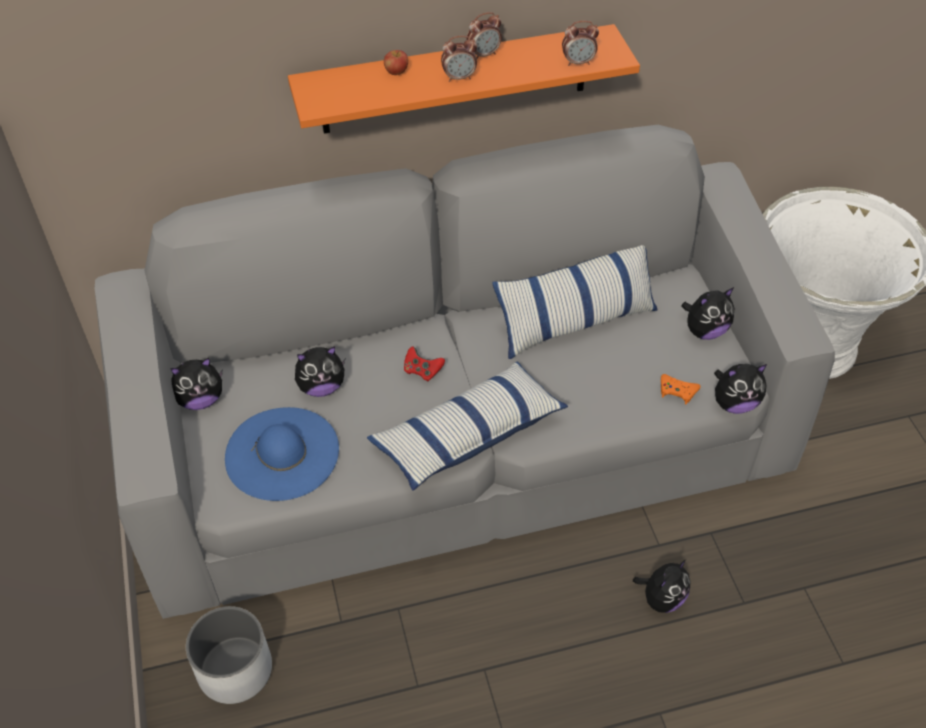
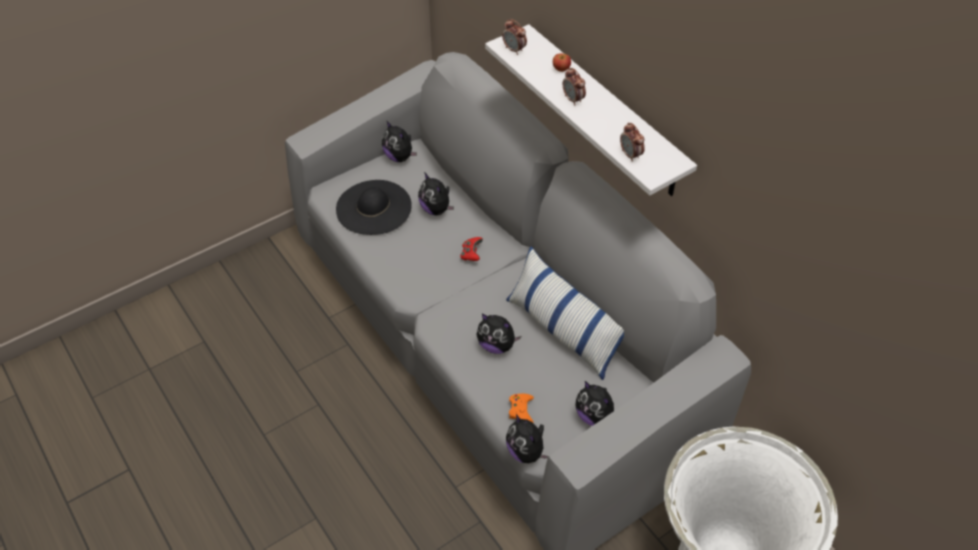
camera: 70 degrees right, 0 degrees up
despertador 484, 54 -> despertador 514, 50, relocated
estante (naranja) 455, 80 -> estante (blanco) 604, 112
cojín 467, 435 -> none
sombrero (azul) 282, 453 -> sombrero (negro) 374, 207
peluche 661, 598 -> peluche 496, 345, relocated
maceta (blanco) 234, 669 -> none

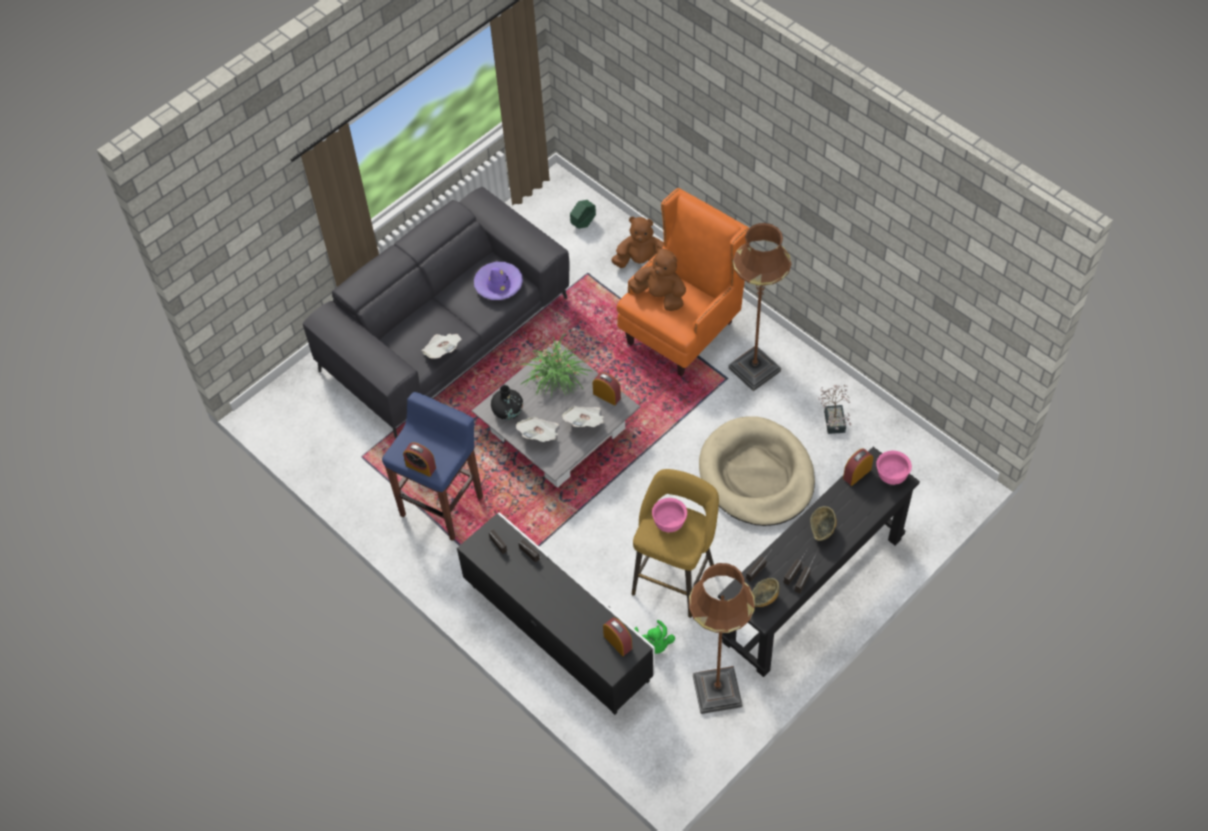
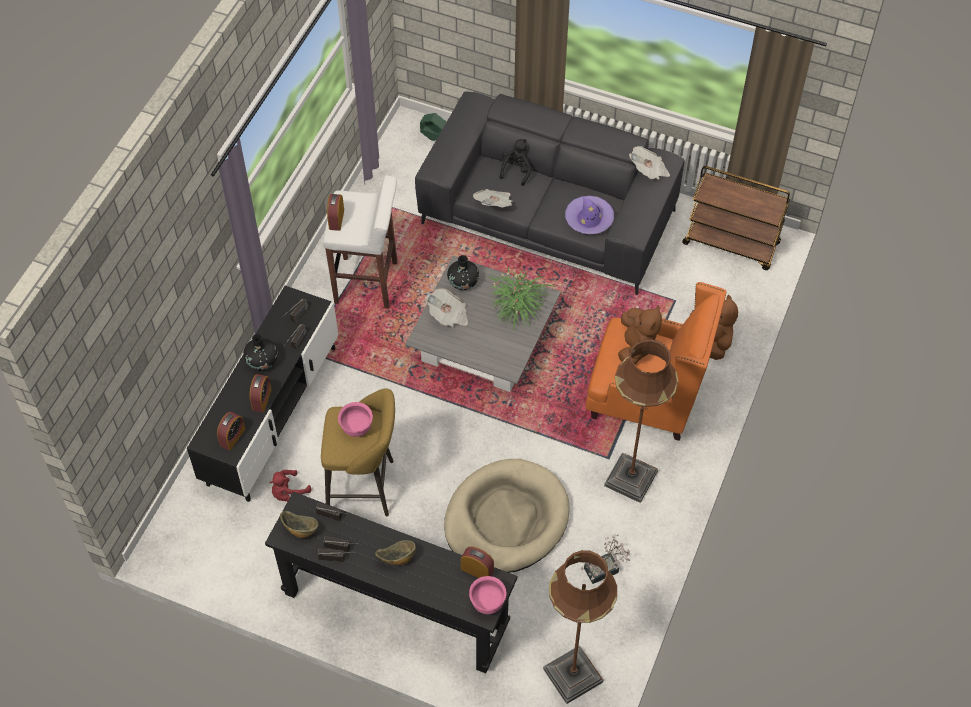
camera: 65 degrees right, 0 degrees up
maceta (verde) 583, 224 -> maceta (verde) 433, 137, relocated
despertador 607, 396 -> despertador 262, 399, relocated
taburete (azul) 443, 505 -> taburete (blanco) 367, 283
periódico 585, 422 -> periódico 649, 171, relocated
lámpara de pie (marrón) 717, 691 -> lámpara de pie (marrón) 572, 675, relocated
peluche (verde) 654, 643 -> peluche (rojo) 288, 493
none -> peluche (negro) 516, 170
none -> carrito (marrón) 732, 244
none -> florero (negro) 262, 361

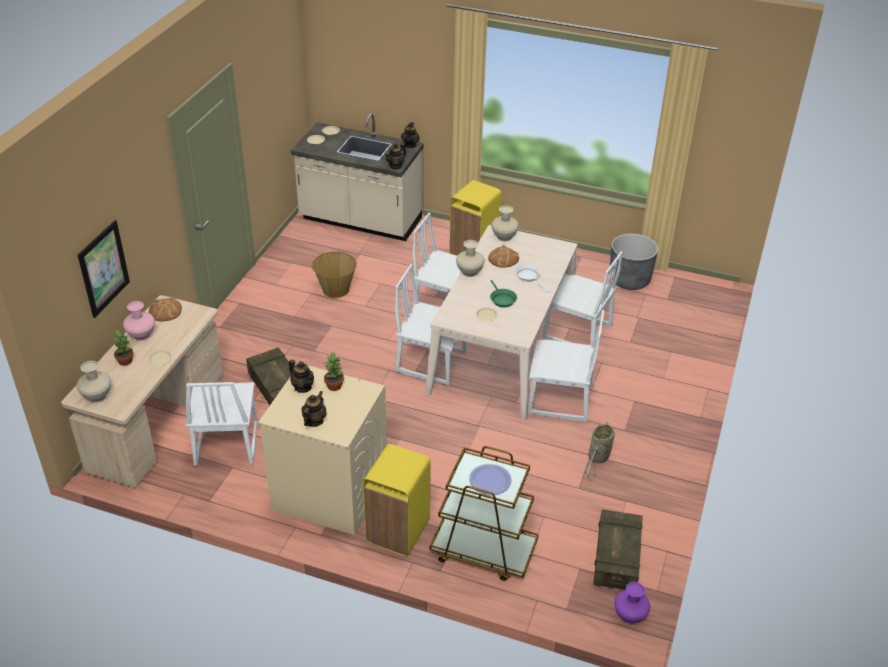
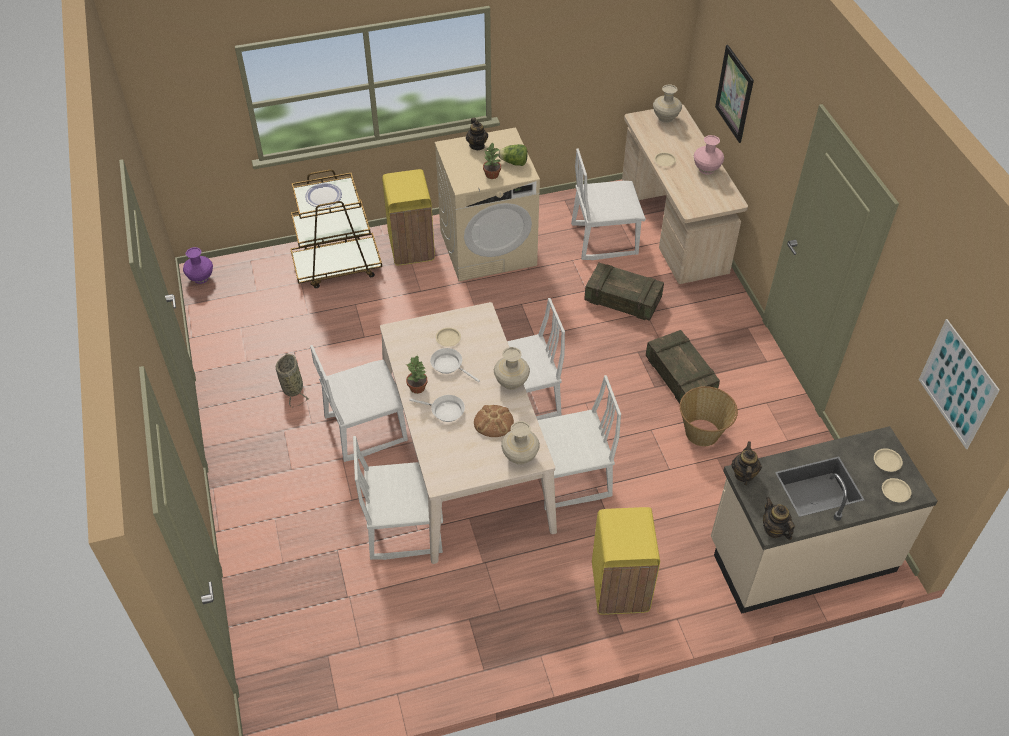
camera: 145 degrees right, 10 degrees up
maceta (gris) 629, 280 -> none
sartén (verde) 502, 299 -> sartén (blanco) 449, 366
pan 165, 311 -> none
planta en maceta 125, 361 -> planta en maceta 418, 387, relocated
tetera 303, 387 -> lechuga 514, 163
silla (blanco) 225, 444 -> silla (blanco) 604, 239, 60 degrees counterclockwise
caja de embalaje 616, 559 -> caja de embalaje 680, 376, relocated
none -> cuadro 957, 384

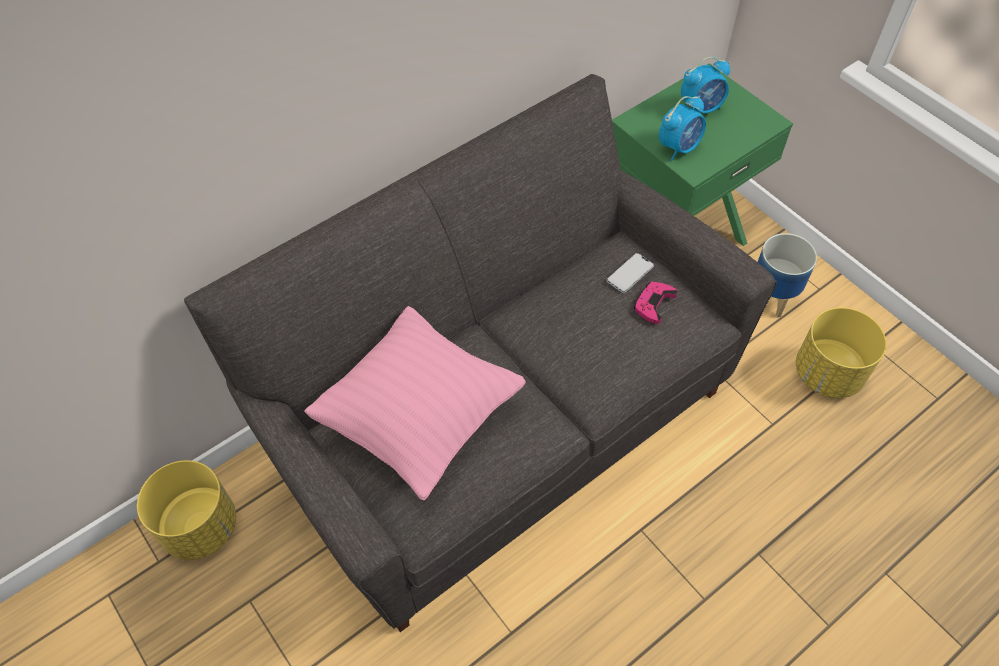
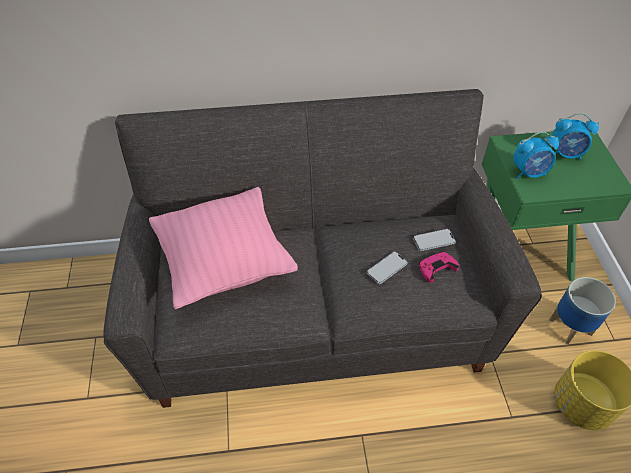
camera: 30 degrees right, 5 degrees down
maceta (amarillo) 200, 526 -> none
none -> móvil 387, 268

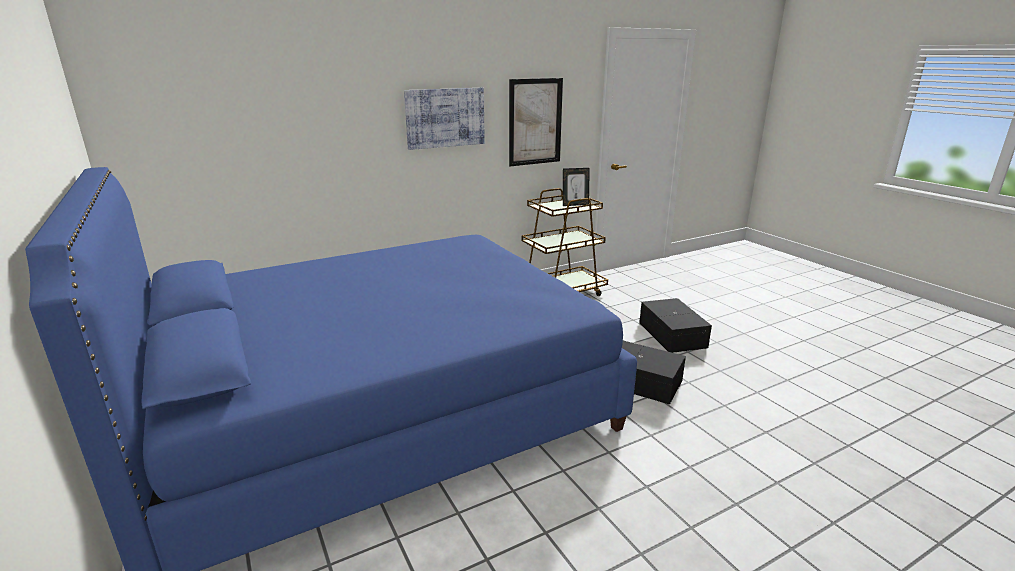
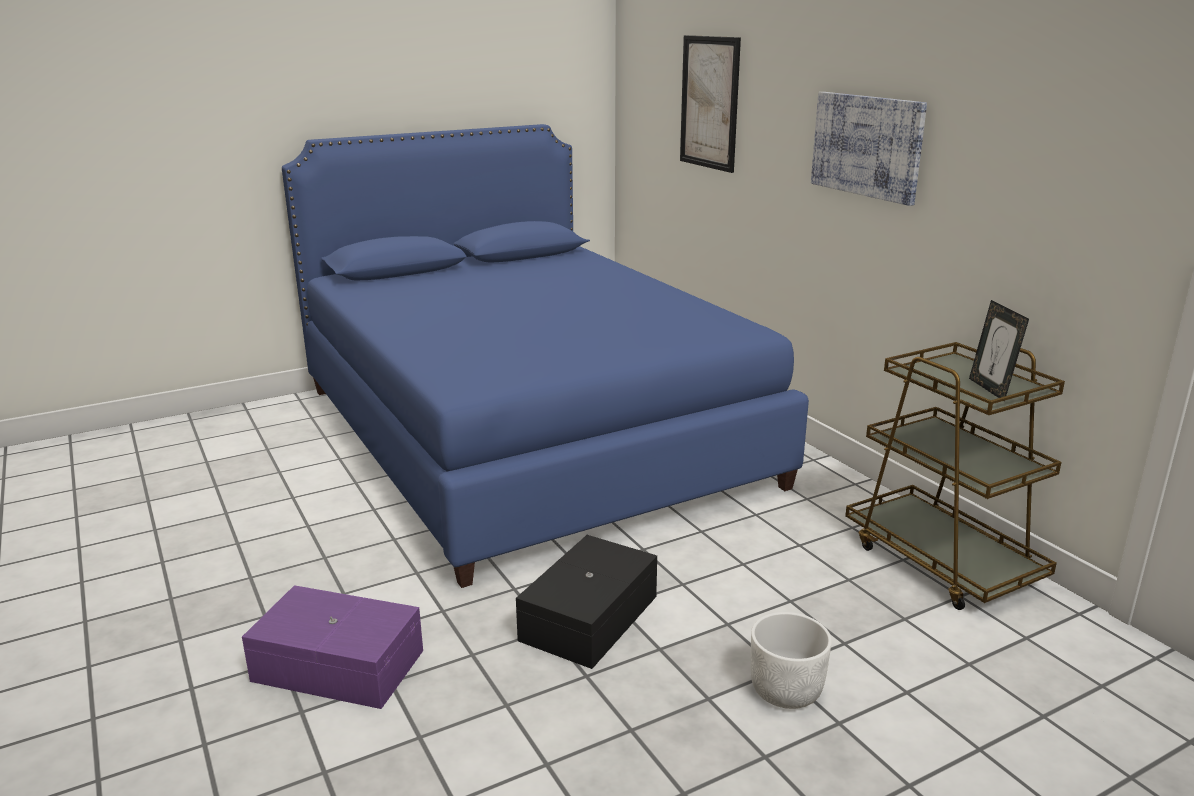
camera: 90 degrees right, 0 degrees up
cuadro 535, 122 -> cuadro 709, 103, relocated
caja de almacenaje (negro) 673, 334 -> maceta (blanco) 786, 691
none -> caja de almacenaje (morado) 338, 664

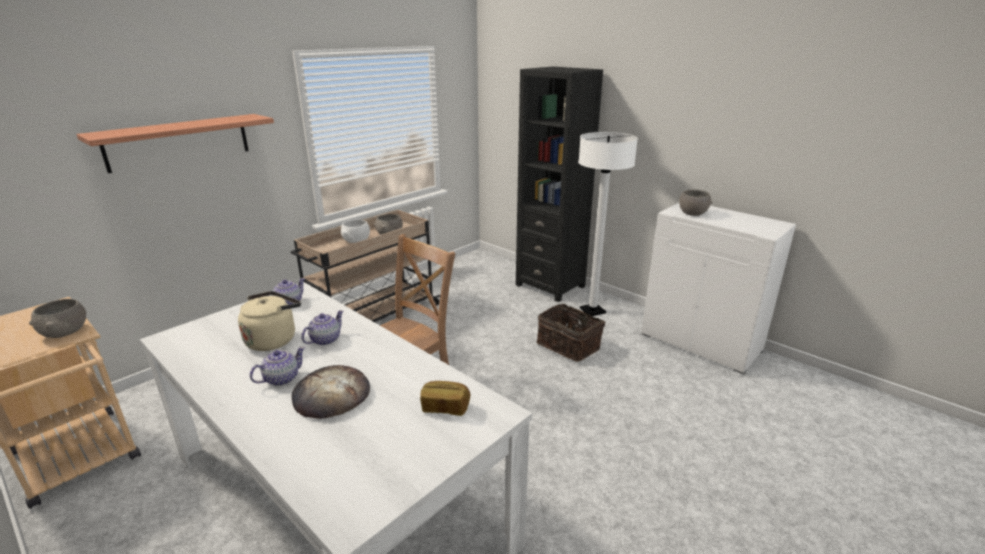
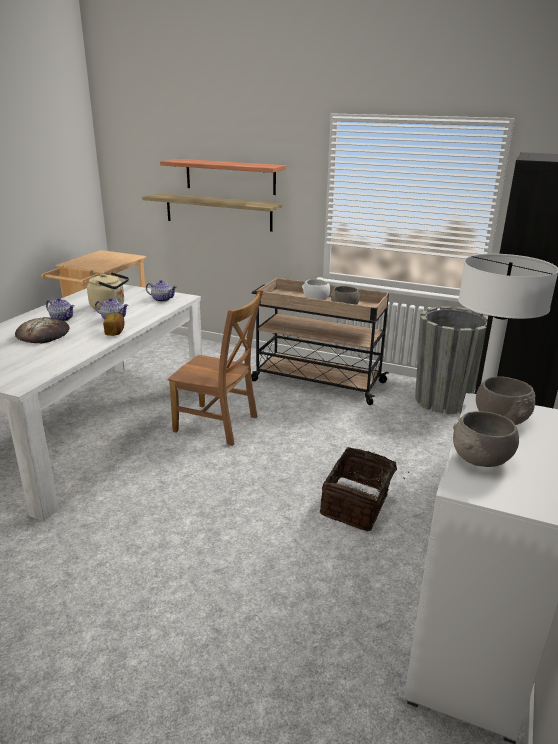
camera: 70 degrees right, 0 degrees up
cuenco (gris) 65, 332 -> cuenco (gris) 481, 459, relocated
pan 445, 407 -> pan 115, 331, relocated
none -> estante 218, 212
none -> maceta (gris) 443, 400

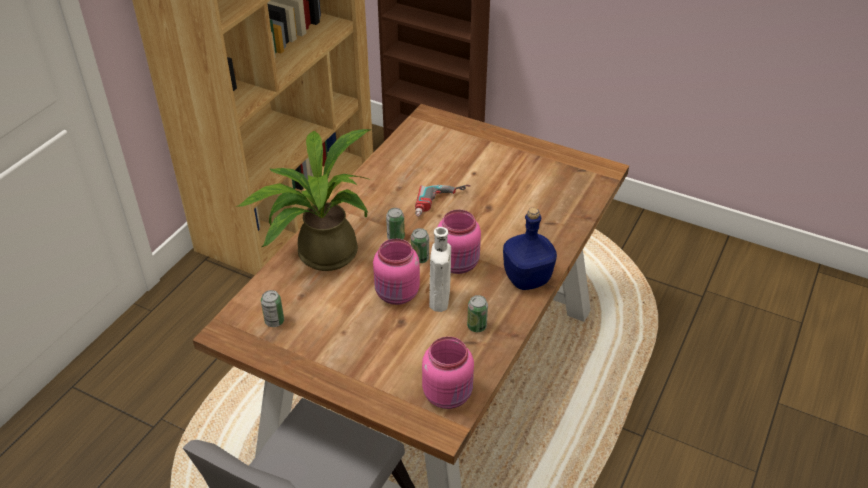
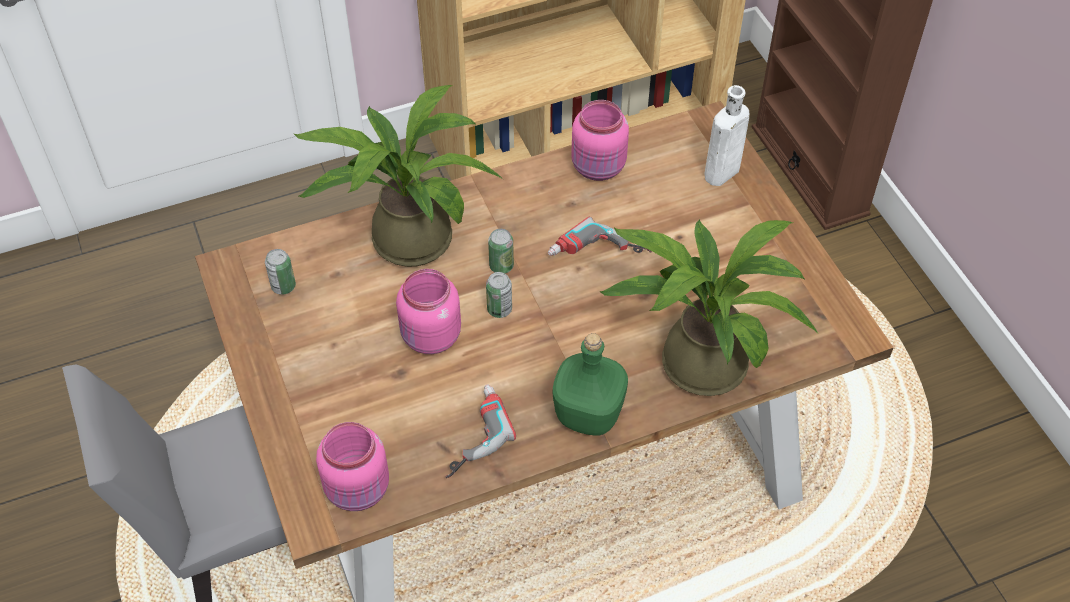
camera: 40 degrees right, 10 degrees up
botella (azul) 527, 278 -> botella (verde) 590, 415
tarro (rosa) 459, 264 -> tarro (rosa) 599, 168, relocated
botella (blanco) 439, 301 -> botella (blanco) 720, 174, relocated
lata 476, 326 -> taladro 470, 433
none -> planta en maceta 696, 357

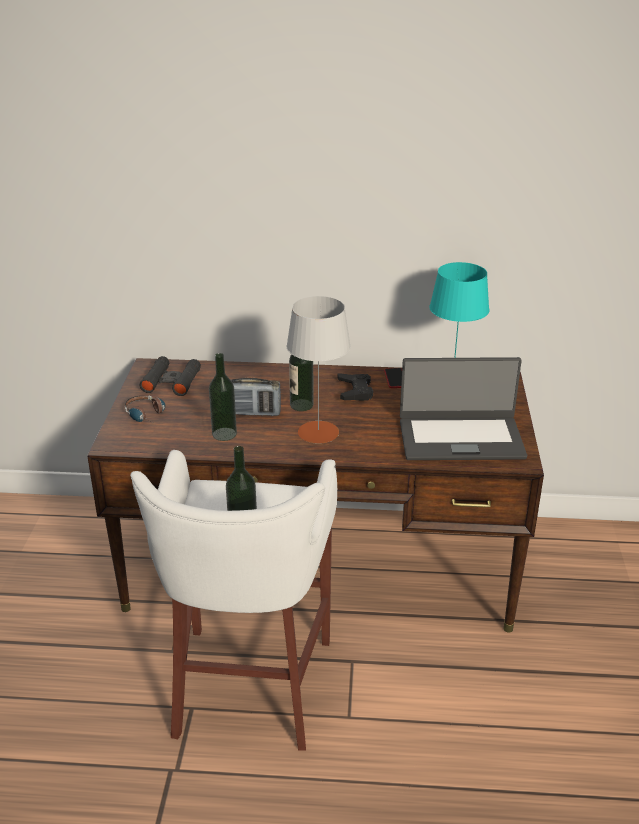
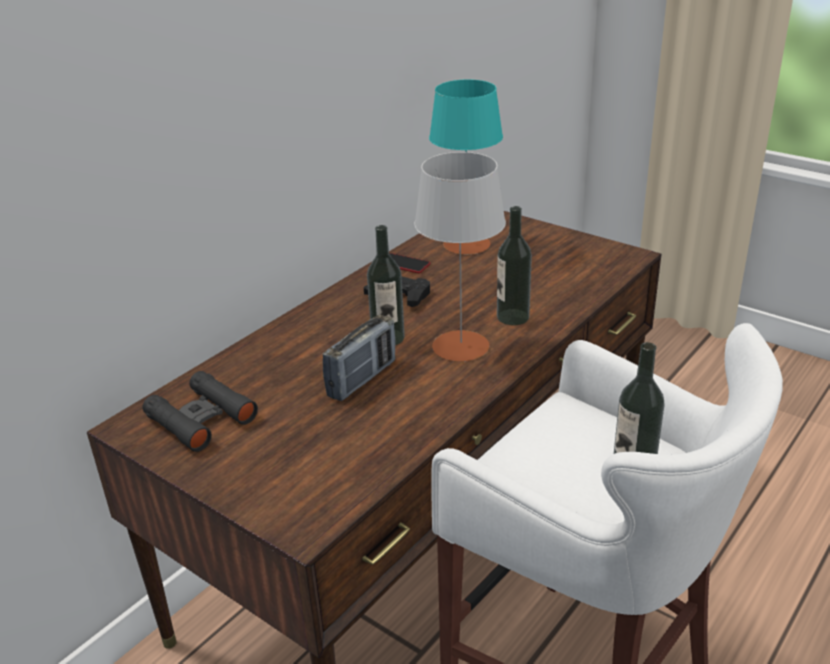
camera: 55 degrees left, 0 degrees up
botella 224, 434 -> botella 513, 317, relocated
portátil 460, 438 -> none
auriculares 148, 415 -> none

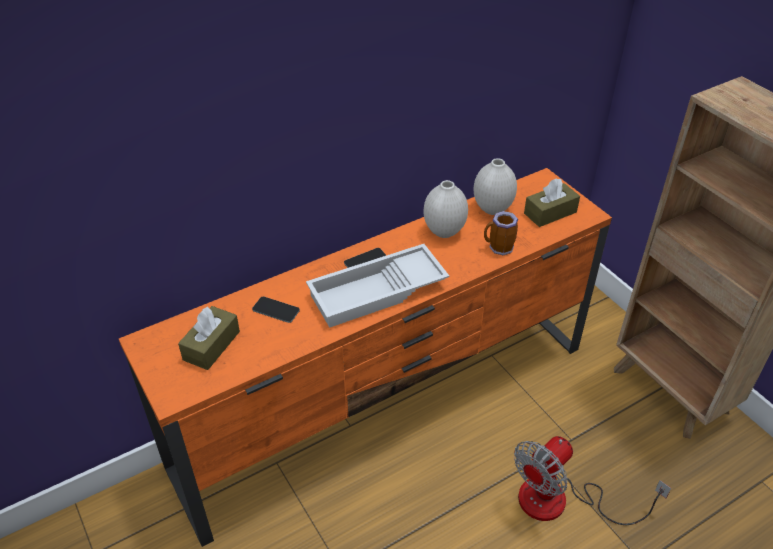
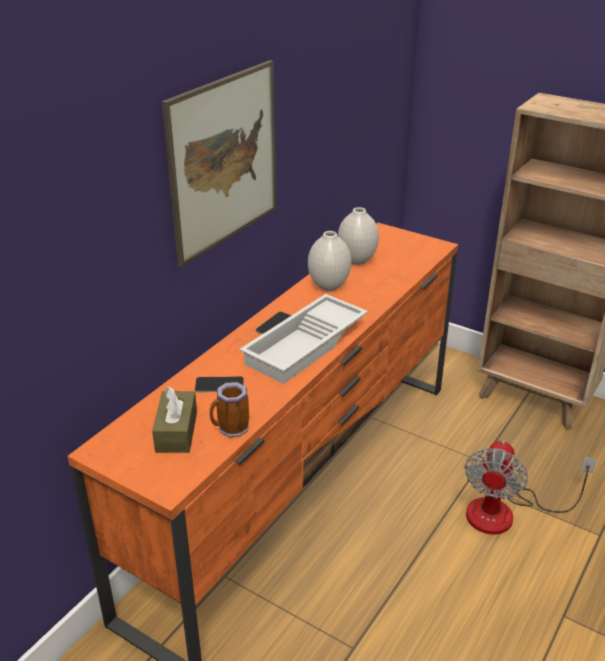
camera: 25 degrees left, 10 degrees down
caja de pañuelos (marrón) 550, 213 -> none
taza grande 499, 248 -> taza grande 231, 430, relocated
none -> cuadro 224, 161

